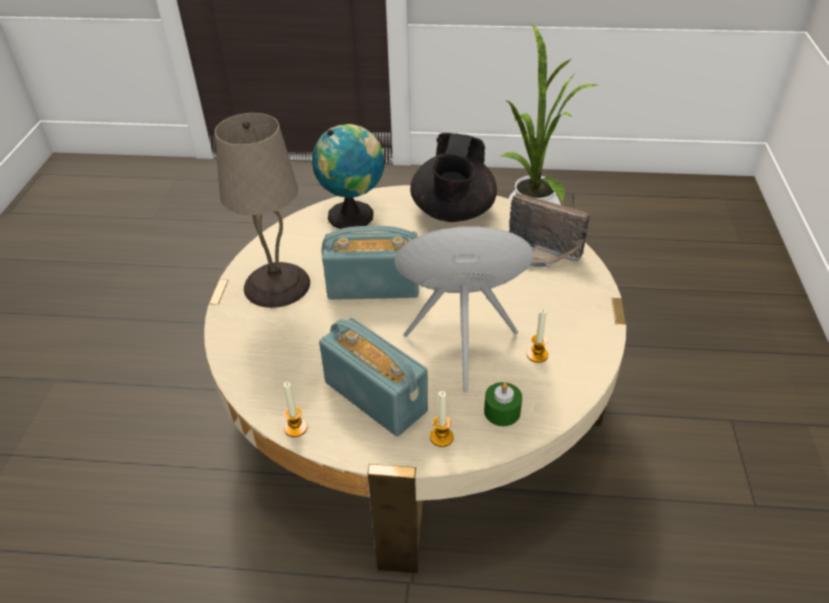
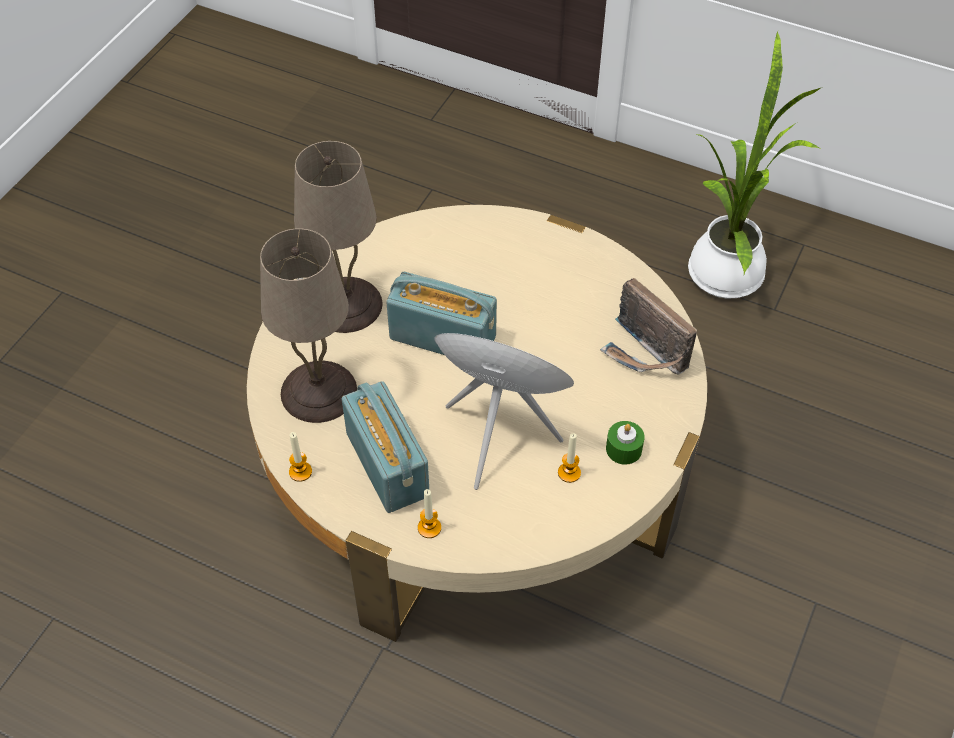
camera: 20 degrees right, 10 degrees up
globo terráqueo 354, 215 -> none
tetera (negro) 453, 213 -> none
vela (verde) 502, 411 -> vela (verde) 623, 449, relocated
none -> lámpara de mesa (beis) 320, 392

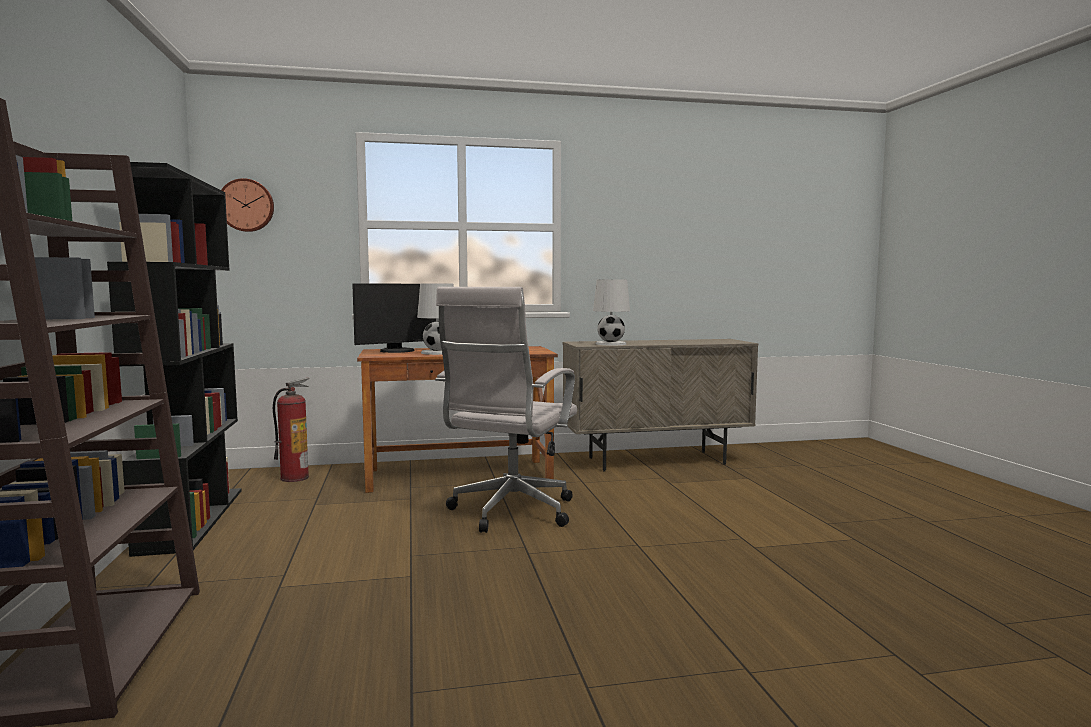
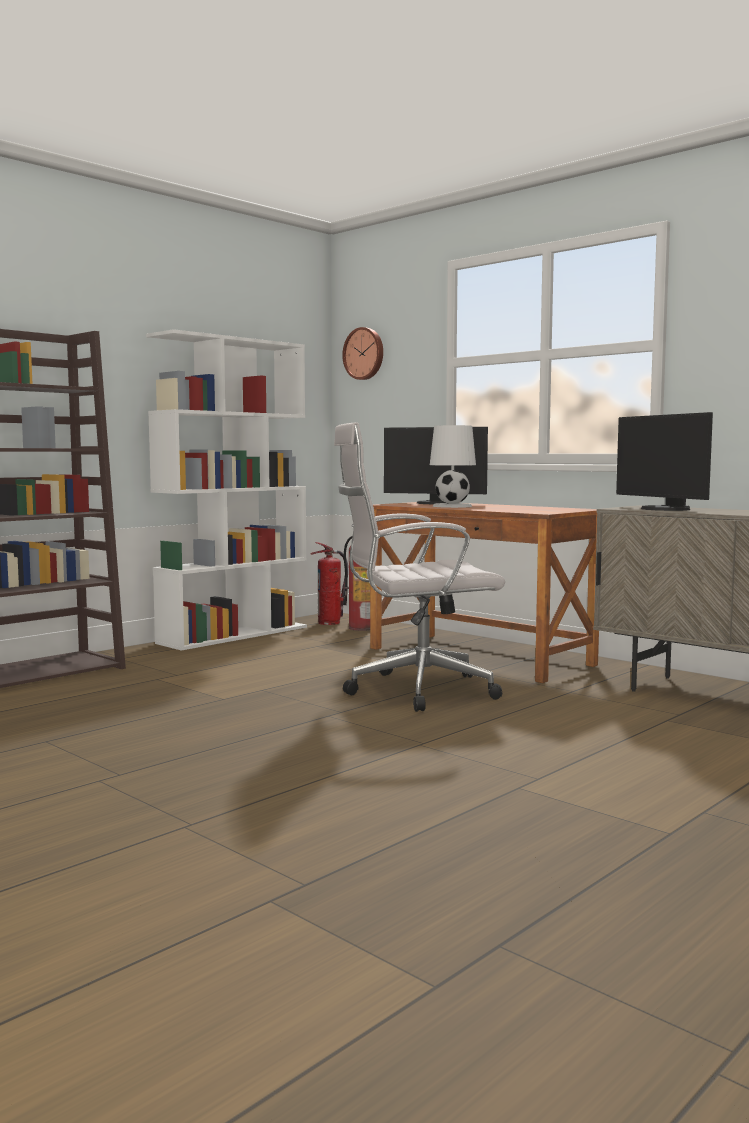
camera: 55 degrees right, 0 degrees up
estantería (negro) 192, 519 -> estantería (blanco) 234, 635
lámpara de mesa (blanco) 611, 344 -> monitor 663, 509
none -> extintor 329, 623

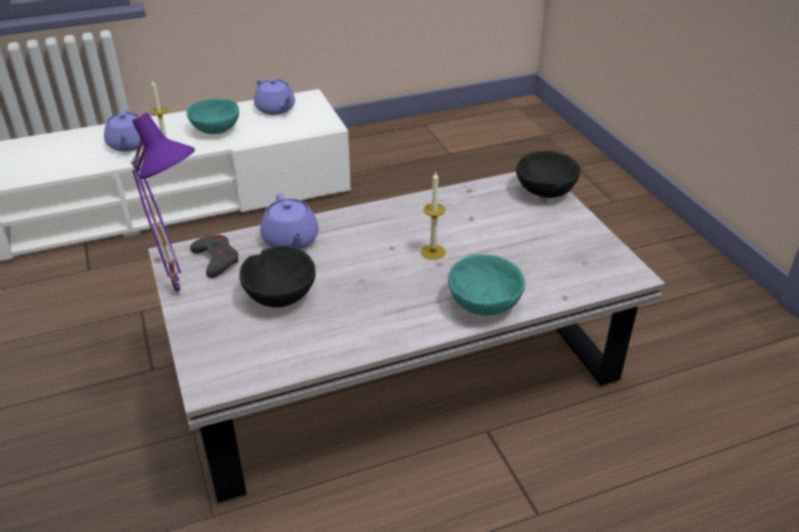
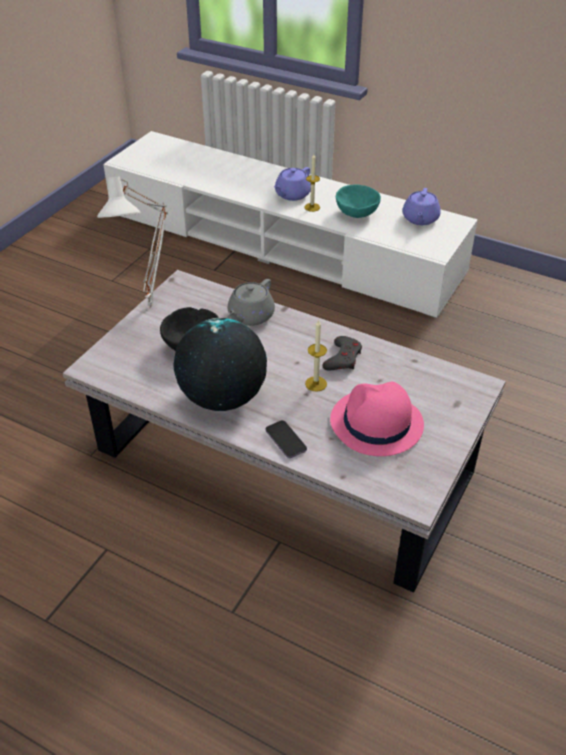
camera: 50 degrees right, 5 degrees up
lámpara de mesa (morado) 182, 292 -> lámpara de mesa (blanco) 153, 307
cuenco (negro) 545, 192 -> none
tetera (morado) 291, 241 -> tetera (gris) 250, 316
mando de consola (gris) 216, 259 -> mando de consola (gris) 343, 358, relocated
cuenco (turquesa) 485, 306 -> móvil 285, 440
none -> globo terráqueo 222, 398
none -> sombrero (rosa) 376, 424

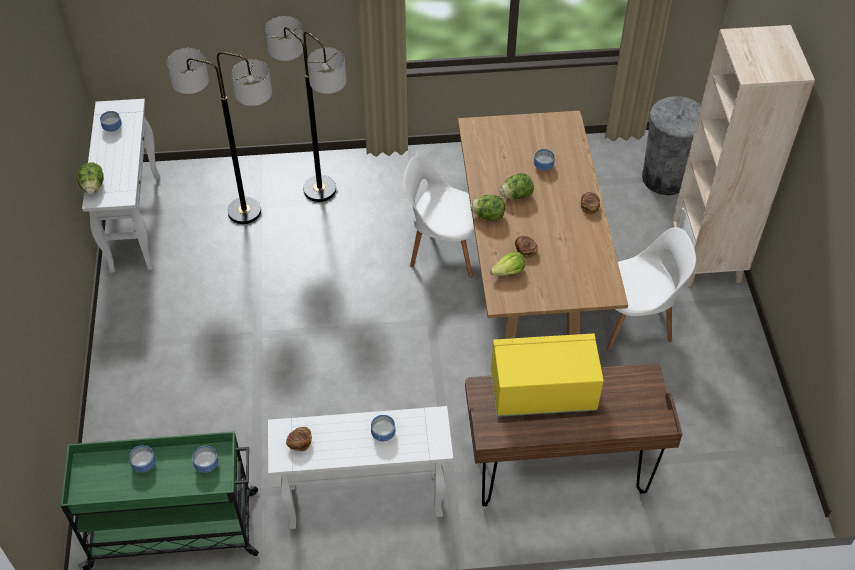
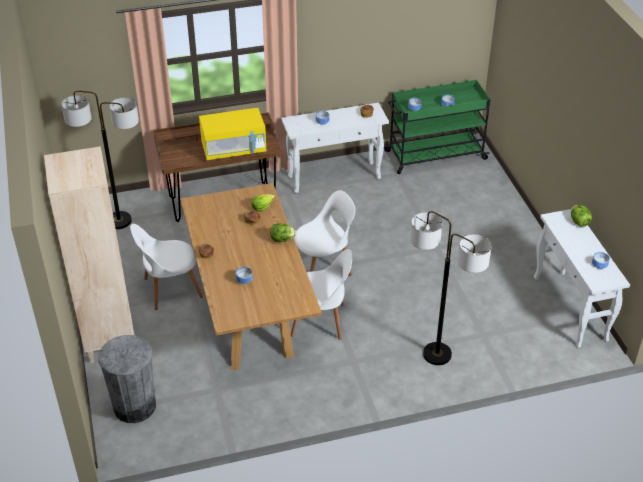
camera: 170 degrees right, 10 degrees down
lámpara de pie 244, 211 -> lámpara de pie 119, 221, relocated
lechuga 516, 195 -> none
none -> silla (blanco) 323, 267

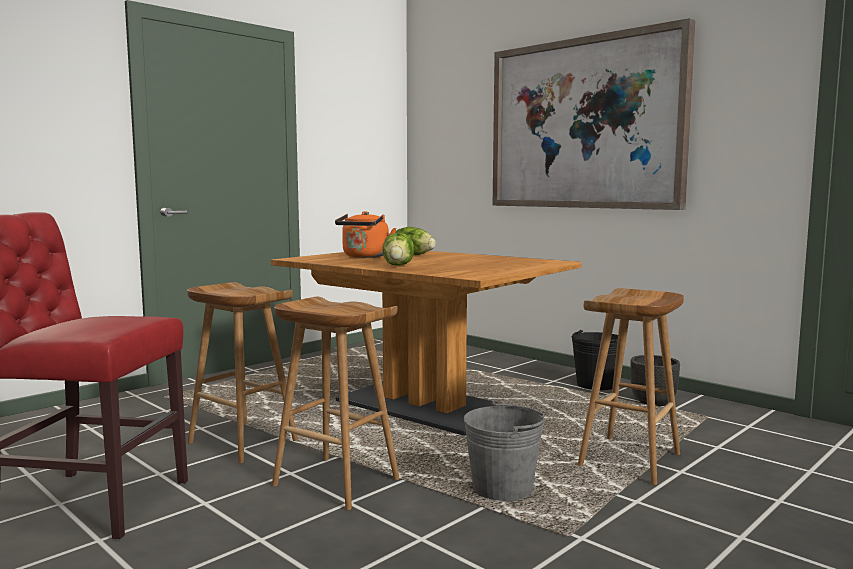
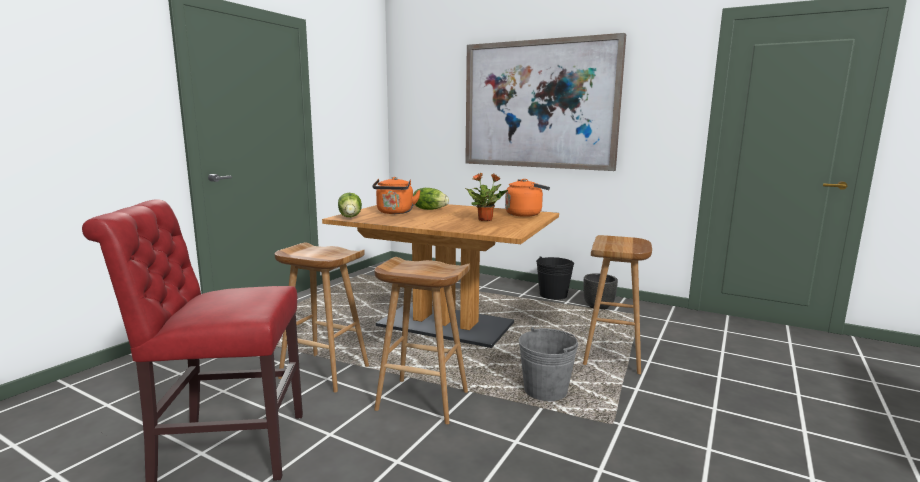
camera: 15 degrees left, 5 degrees up
lechuga 399, 265 -> lechuga 350, 217, relocated
none -> planta en maceta 486, 220
none -> hervidor (naranja) 525, 214

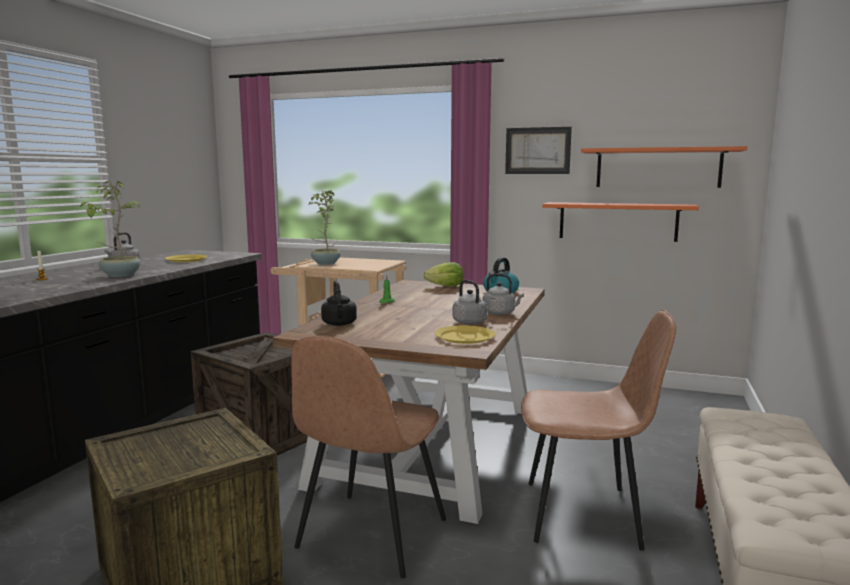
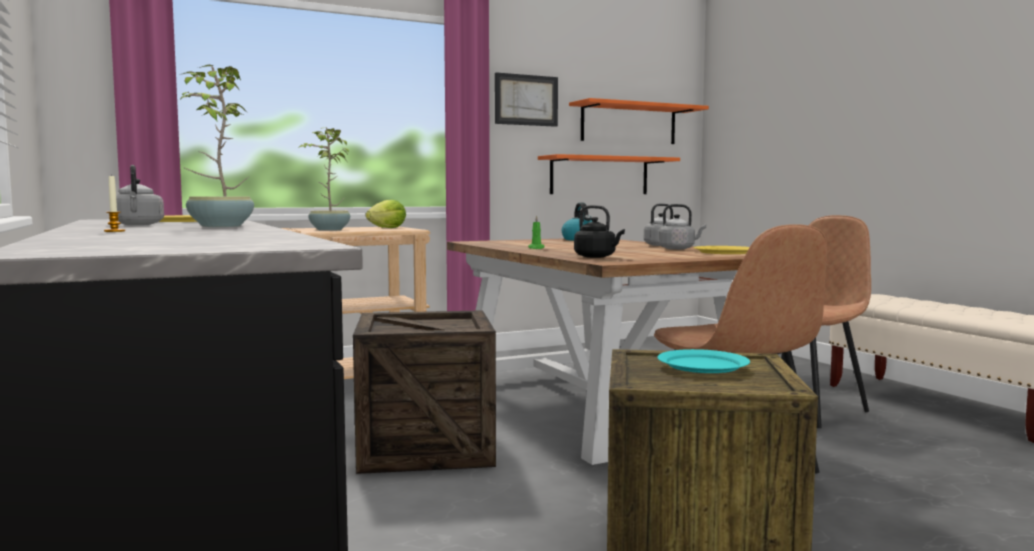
camera: 45 degrees left, 5 degrees down
lechuga 446, 286 -> lechuga 387, 228, relocated
none -> plato (turquesa) 702, 365

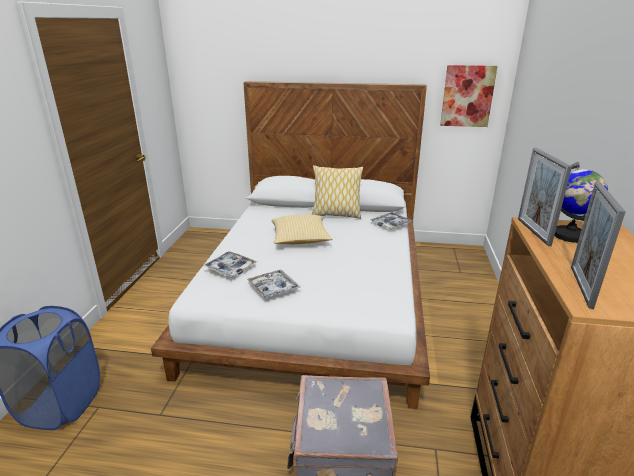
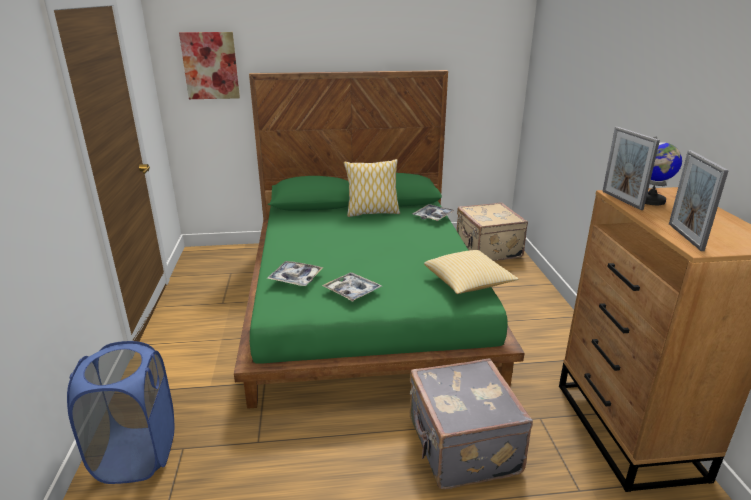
camera: 15 degrees left, 0 degrees up
cuadro 467, 96 -> cuadro 210, 66, relocated
cama (blanco) 315, 296 -> cama (verde) 365, 301
cojín 300, 240 -> cojín 468, 283, relocated
none -> maleta (beis) 487, 249

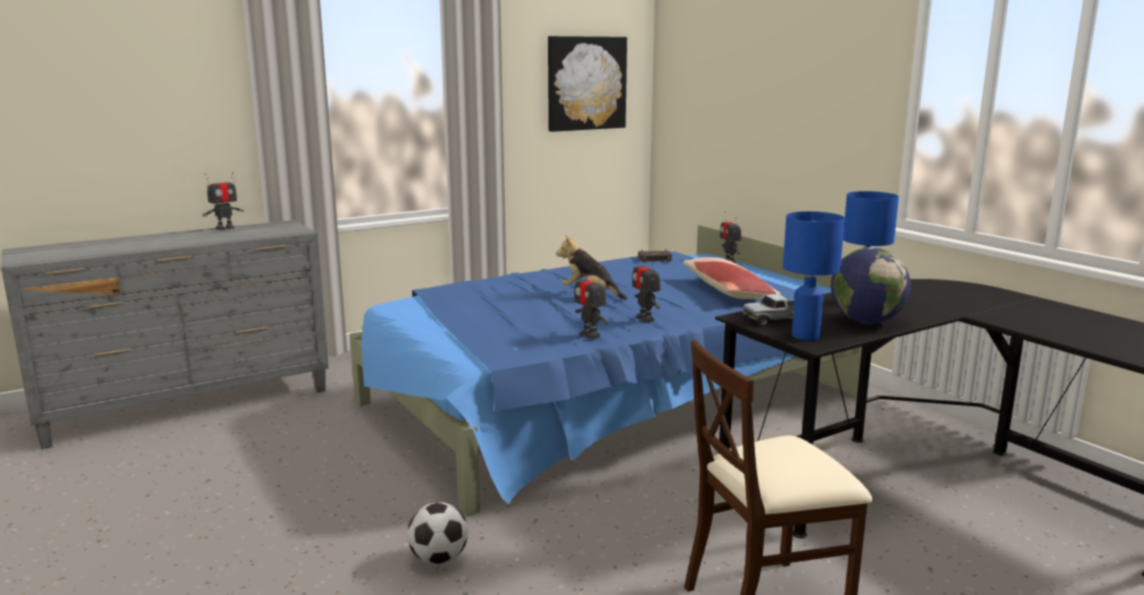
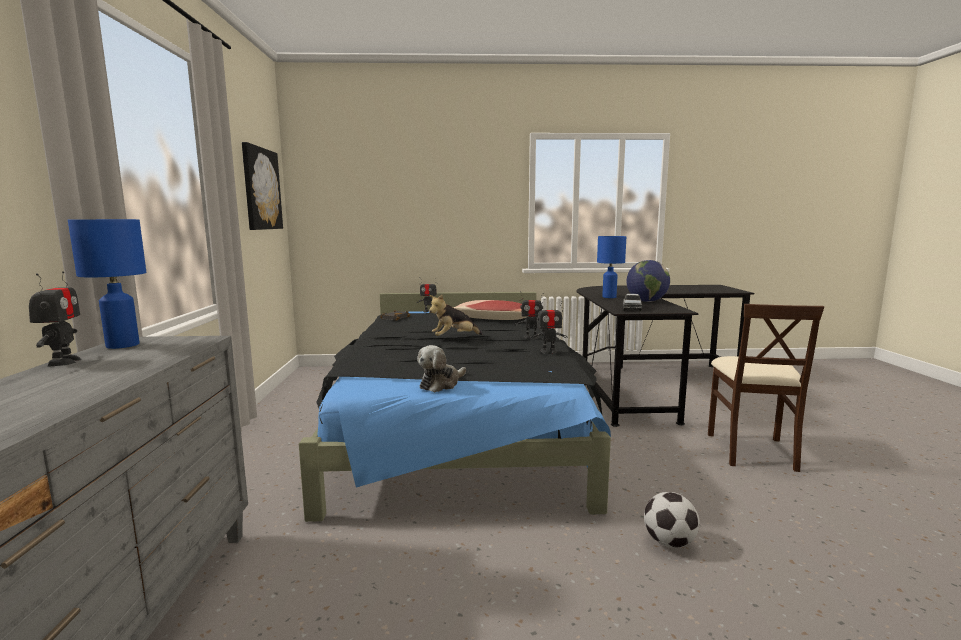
camera: 60 degrees left, 5 degrees down
lámpara de mesa (azul) 805, 336 -> lámpara de mesa (azul) 122, 345, relocated
cama (azul) 608, 400 -> cama (negro) 459, 421
none -> peluche 441, 384

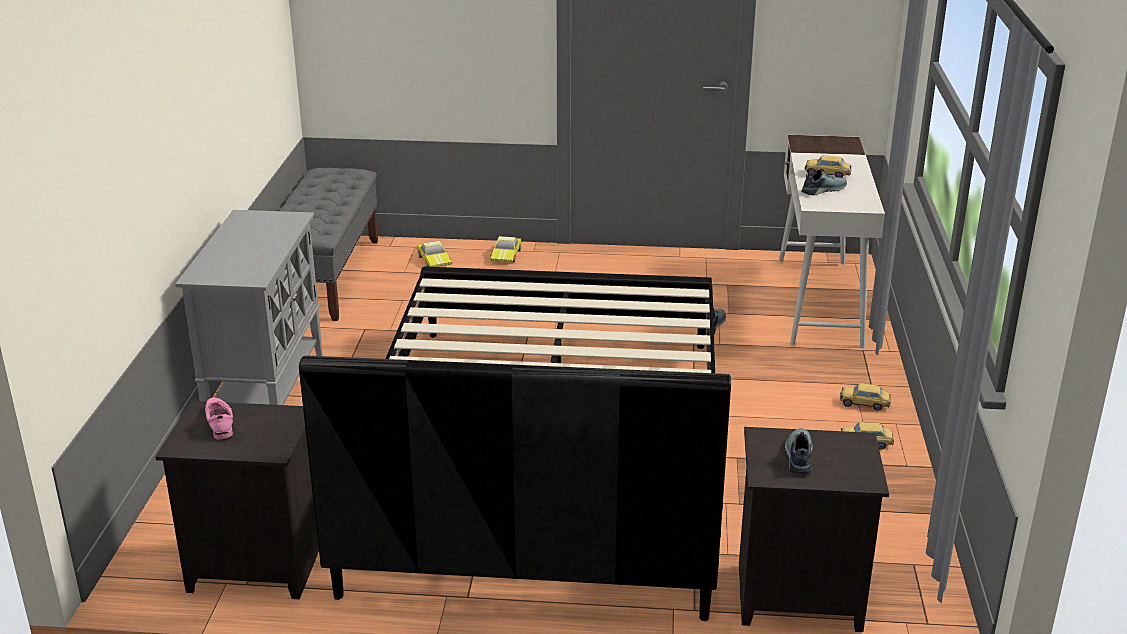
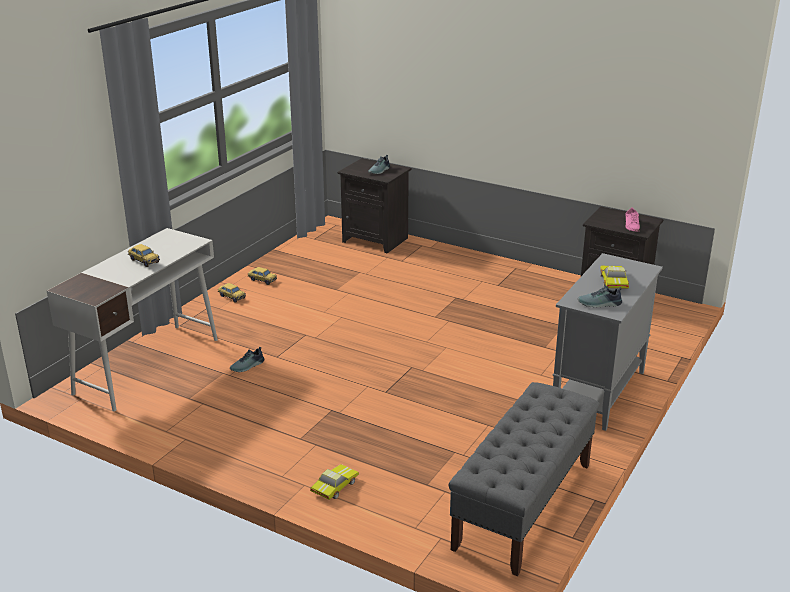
camera: 155 degrees left, 0 degrees up
zapato 822, 189 -> zapato 599, 304, relocated
coche de juguete 435, 260 -> coche de juguete 612, 282, relocated
cama (negro) 544, 453 -> none

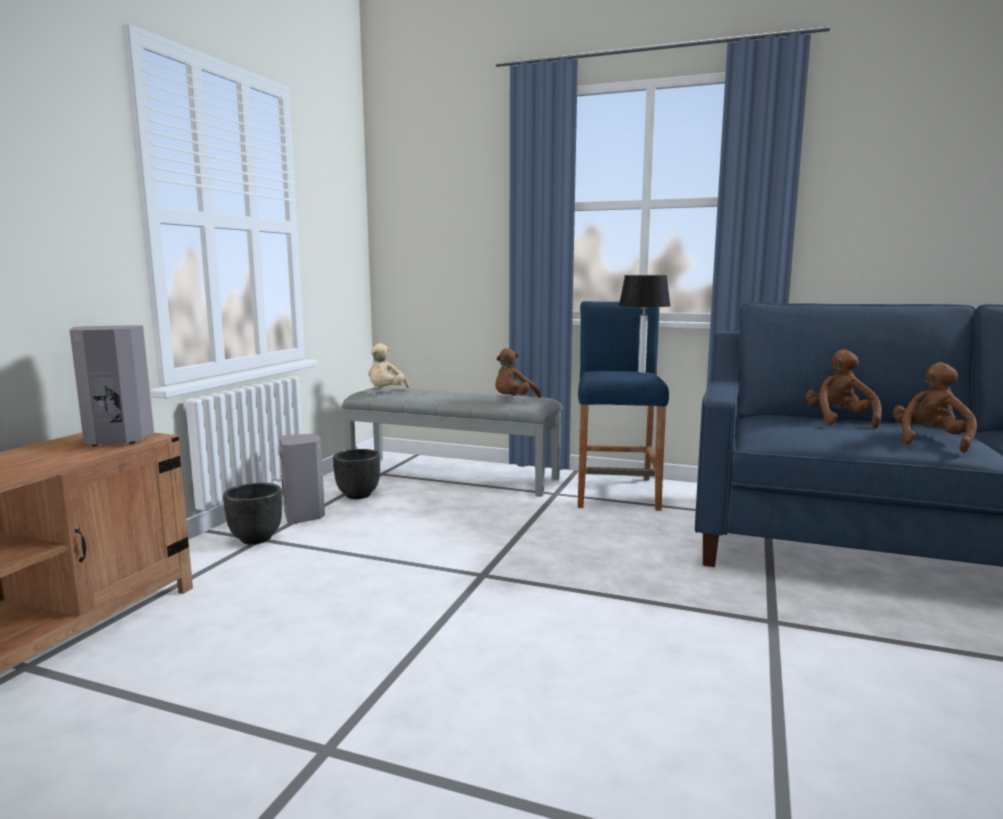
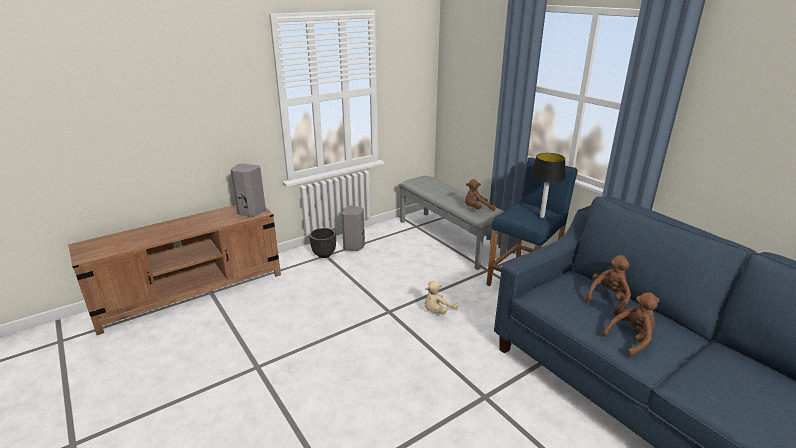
camera: 35 degrees right, 15 degrees up
peluche (beis) 386, 392 -> peluche (beis) 437, 311, relocated
maceta (negro) 358, 495 -> none

